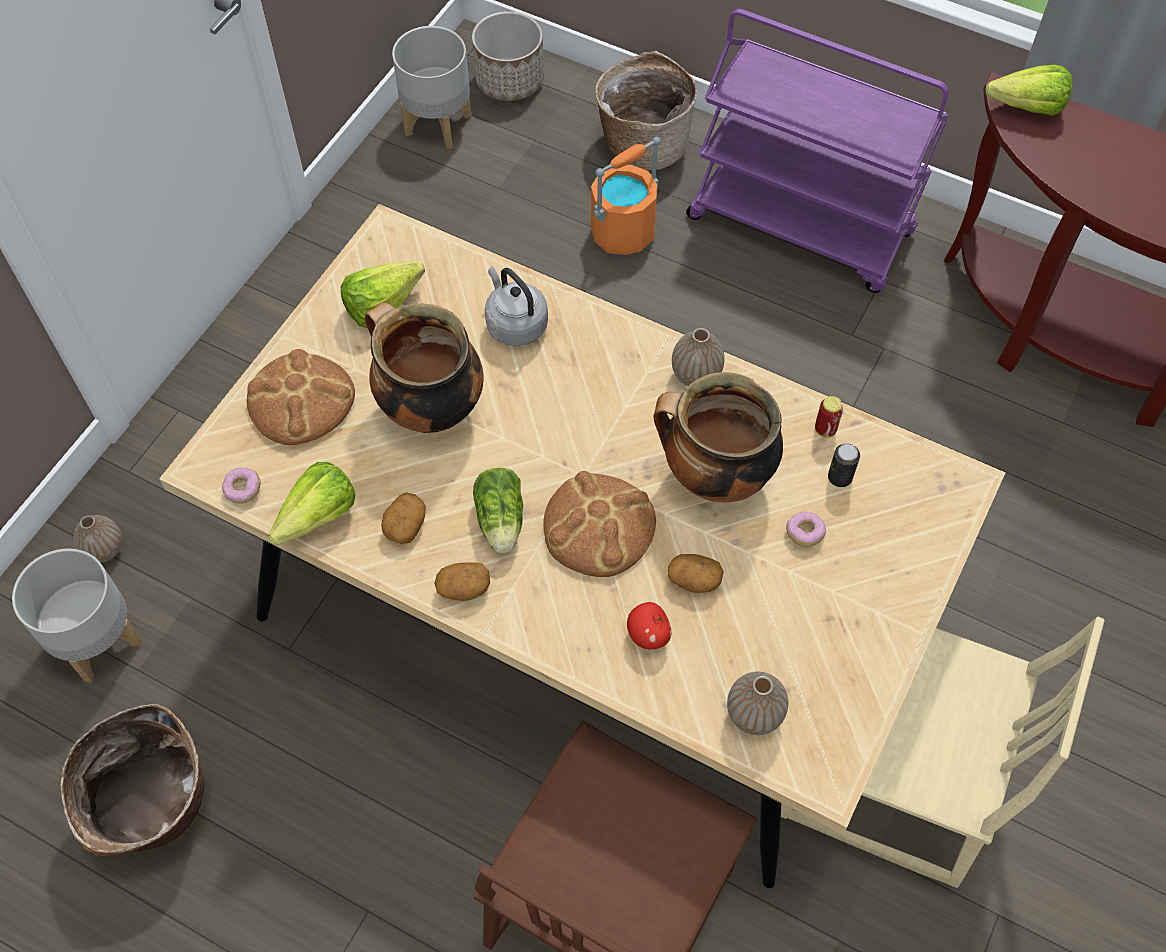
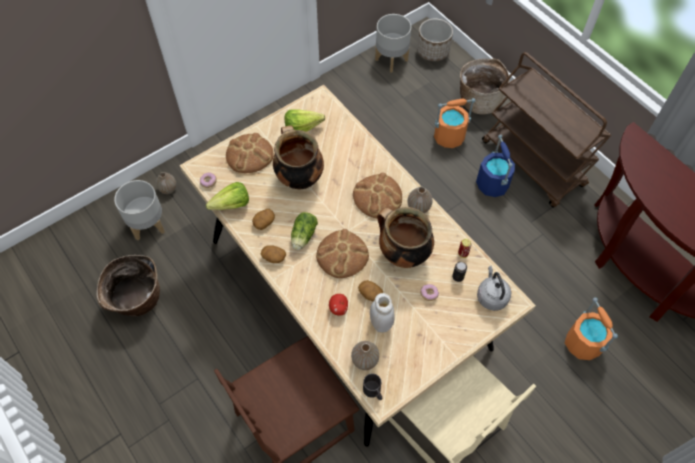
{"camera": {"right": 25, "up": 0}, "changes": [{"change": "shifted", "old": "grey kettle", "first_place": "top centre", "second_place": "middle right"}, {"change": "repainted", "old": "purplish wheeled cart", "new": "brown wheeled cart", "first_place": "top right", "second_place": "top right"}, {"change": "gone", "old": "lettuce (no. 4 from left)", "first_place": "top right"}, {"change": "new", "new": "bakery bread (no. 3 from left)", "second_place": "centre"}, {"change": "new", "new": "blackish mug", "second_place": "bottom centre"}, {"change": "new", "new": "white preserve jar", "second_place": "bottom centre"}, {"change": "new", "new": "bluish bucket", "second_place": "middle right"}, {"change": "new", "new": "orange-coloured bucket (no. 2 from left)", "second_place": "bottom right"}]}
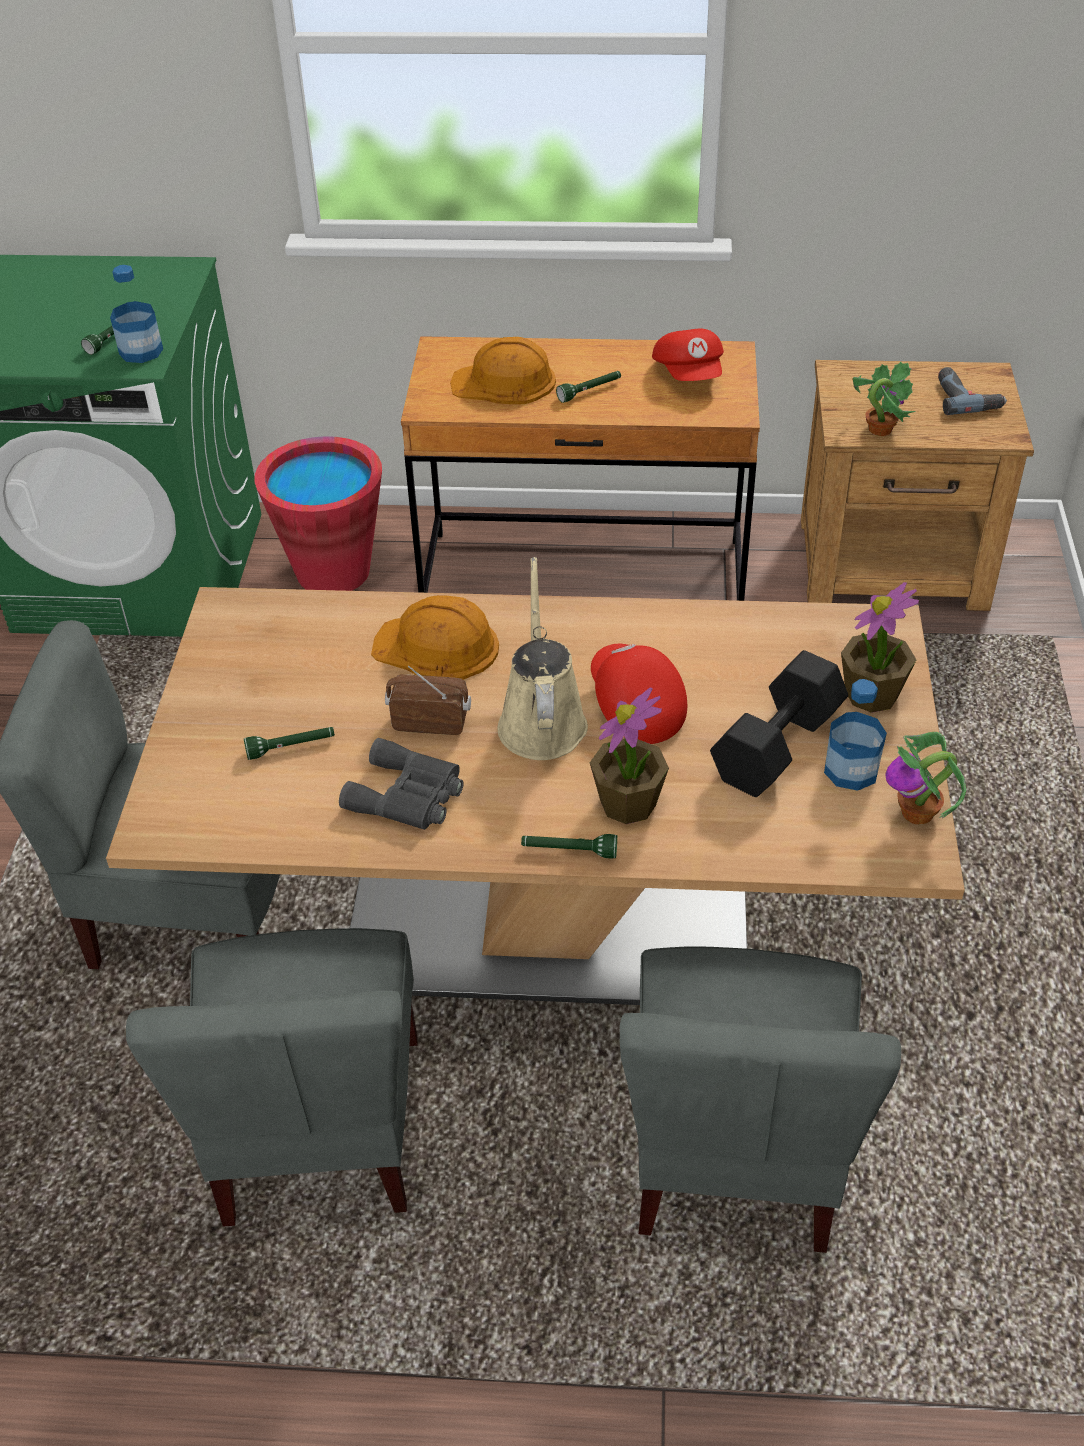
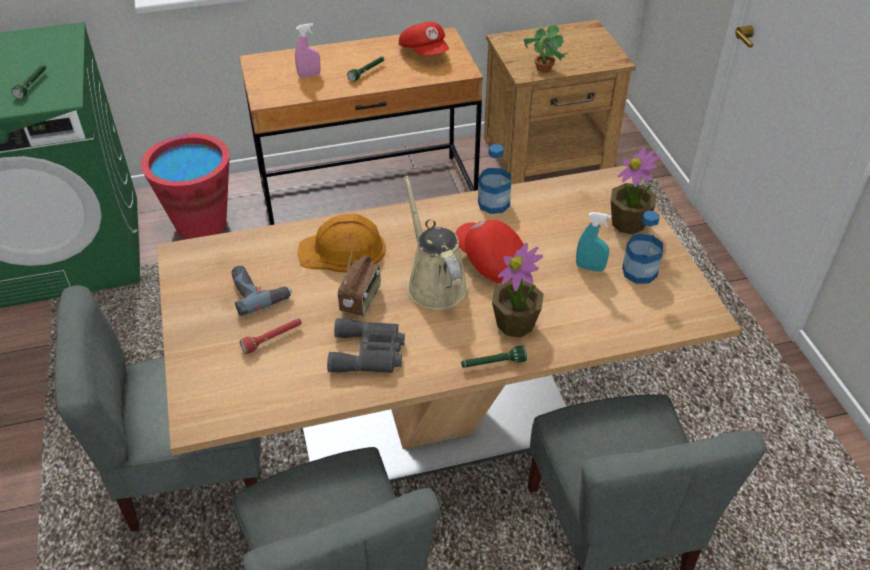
{"camera": {"right": -20, "up": 0}, "changes": [{"change": "shifted", "old": "bottle (no. 1 from left)", "first_place": "top left", "second_place": "top centre"}, {"change": "repainted", "old": "green hand torch (no. 2 from left)", "new": "reddish hand torch", "first_place": "middle left", "second_place": "middle left"}, {"change": "rotated", "old": "radio receiver", "first_place": "centre", "second_place": "centre", "degrees": 120}, {"change": "swapped", "old": "orange-coloured safety helmet (no. 2 from left)", "new": "pink hand sprayer", "first_place": "top centre", "second_place": "top centre"}, {"change": "swapped", "old": "blackish dumbbell", "new": "turquoise hand sprayer", "first_place": "middle right", "second_place": "middle right"}, {"change": "gone", "old": "houseplant (no. 4 from left)", "first_place": "middle right"}, {"change": "shifted", "old": "electric drill", "first_place": "top right", "second_place": "middle left"}]}
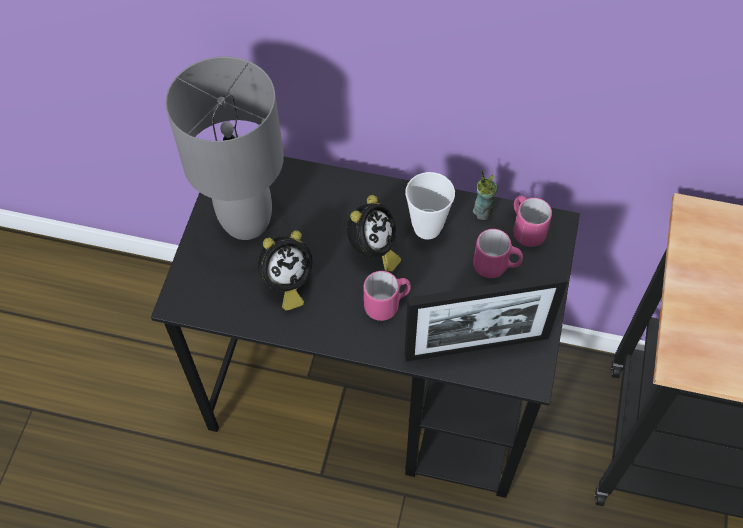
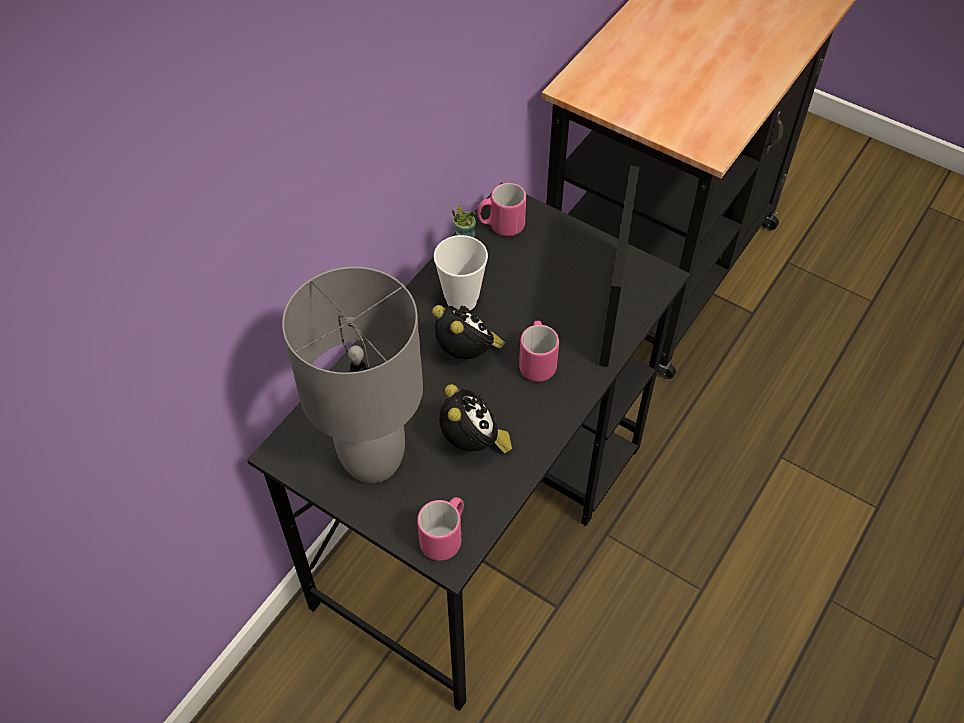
{"camera": {"right": -70, "up": -5}, "changes": [{"change": "shifted", "old": "pink mug (no. 2 from left in the first image)", "new": "pink mug (no. 1 from left)", "first_place": "middle right", "second_place": "bottom centre"}]}
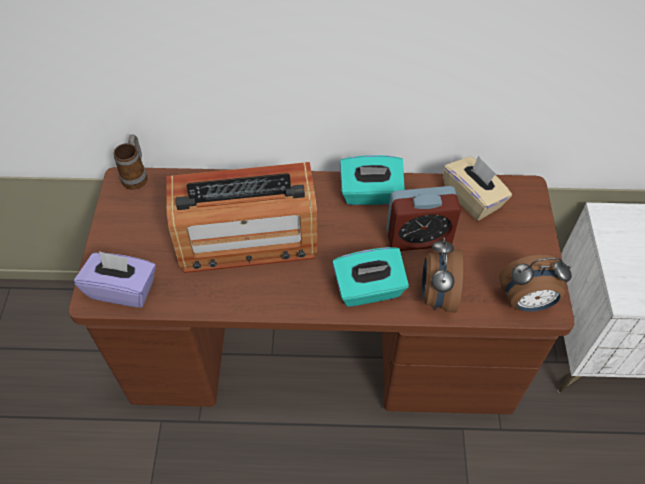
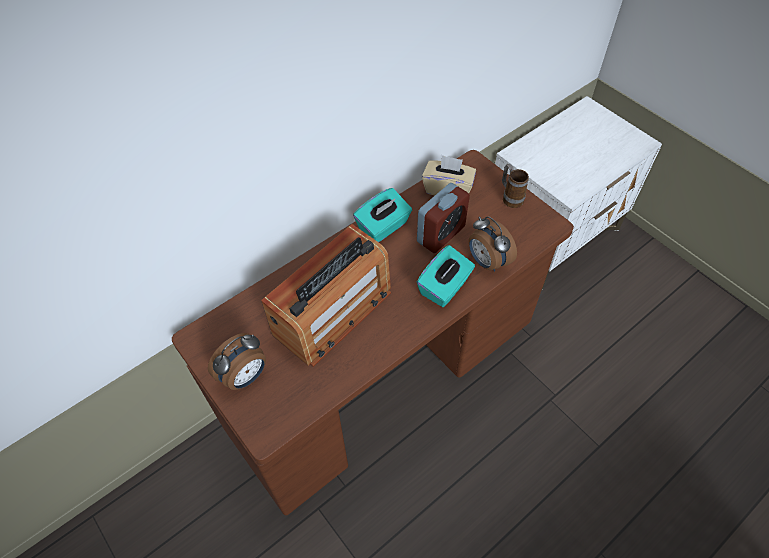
{"camera": {"right": -40, "up": 0}, "changes": [{"change": "gone", "old": "purplish tissue box", "first_place": "middle left"}, {"change": "shifted", "old": "mug", "first_place": "middle left", "second_place": "middle right"}, {"change": "shifted", "old": "alarm clock (no. 3 from left in the first image)", "new": "alarm clock (no. 1 from left)", "first_place": "middle right", "second_place": "middle left"}]}
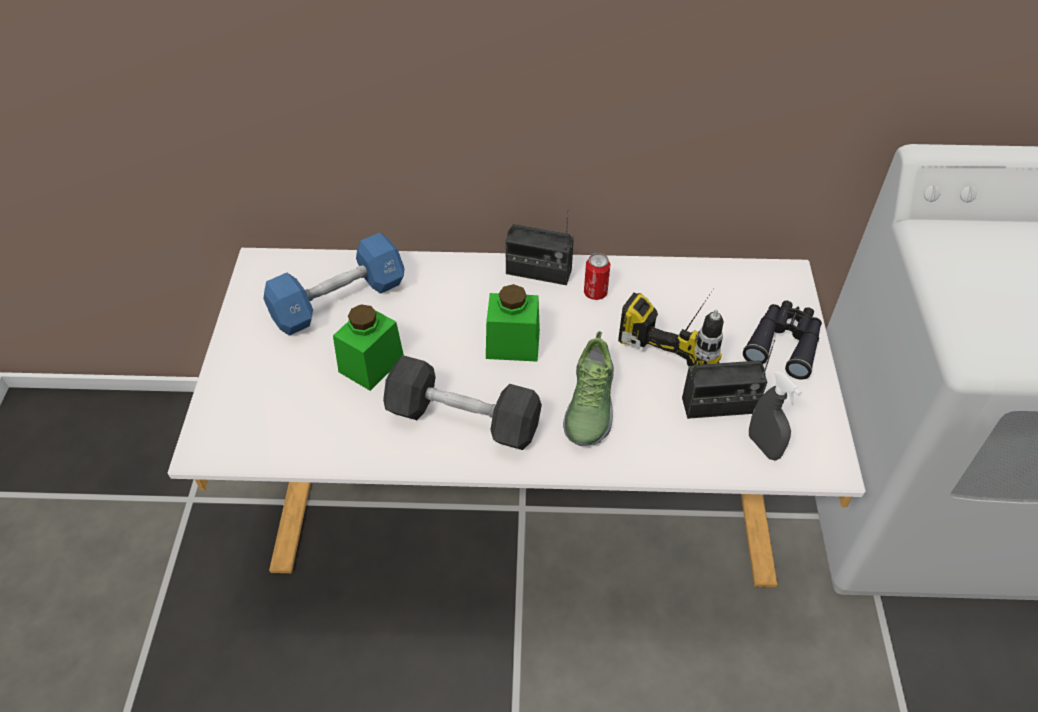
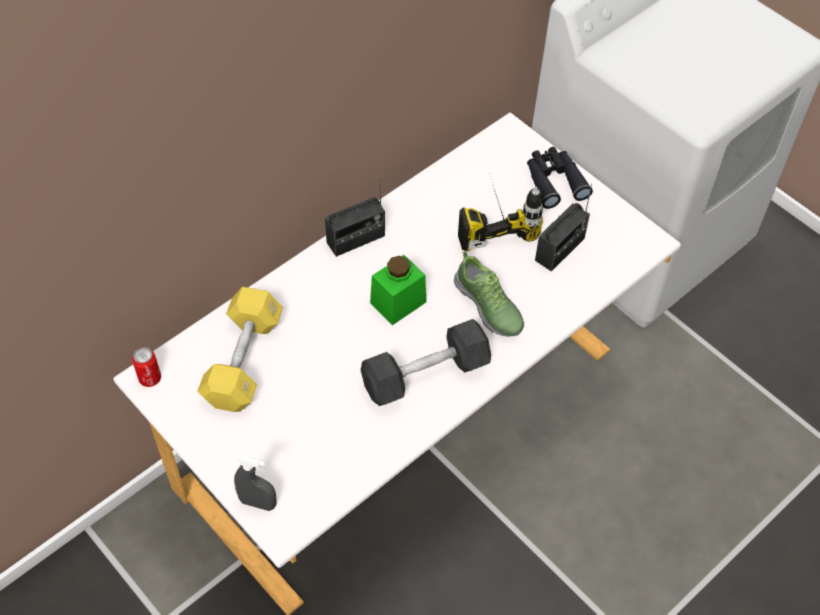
{"camera": {"right": -45, "up": 5}, "changes": [{"change": "repainted", "old": "bluish dumbbell", "new": "yellow-coloured dumbbell", "first_place": "middle left", "second_place": "middle left"}, {"change": "gone", "old": "green preserve jar (no. 1 from left)", "first_place": "centre"}, {"change": "shifted", "old": "metal can", "first_place": "centre", "second_place": "middle left"}, {"change": "shifted", "old": "grey hand sprayer", "first_place": "middle right", "second_place": "bottom left"}]}
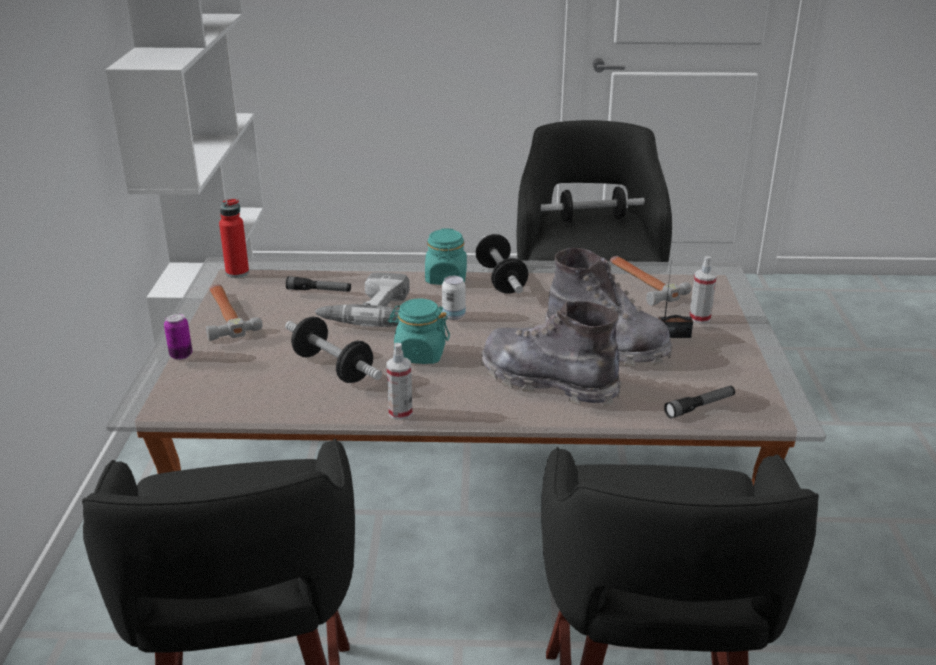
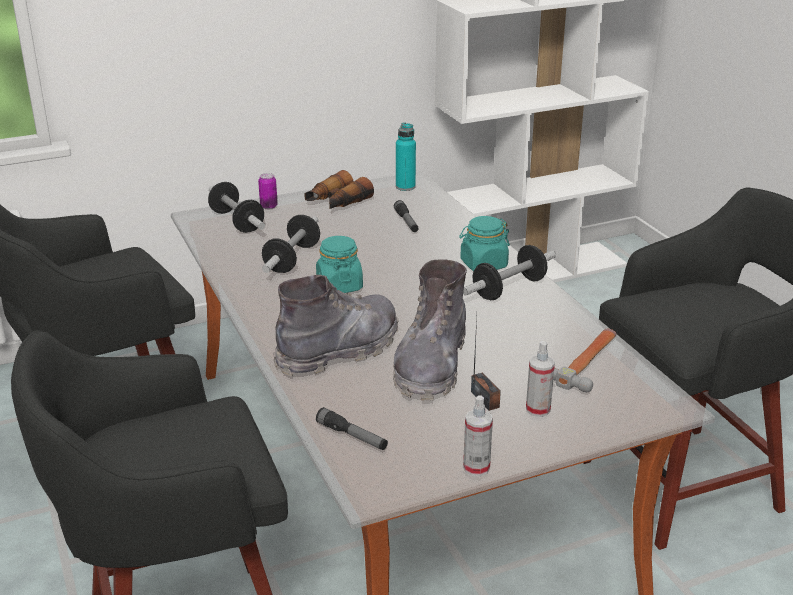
{"camera": {"right": 65, "up": 0}, "changes": [{"change": "swapped", "old": "tool hammer (no. 1 from left)", "new": "binoculars", "first_place": "middle left", "second_place": "top centre"}, {"change": "repainted", "old": "reddish bottle", "new": "turquoise bottle", "first_place": "middle left", "second_place": "top centre"}, {"change": "gone", "old": "electric drill", "first_place": "centre"}, {"change": "shifted", "old": "hand sprayer (no. 1 from left)", "first_place": "centre", "second_place": "bottom centre"}, {"change": "gone", "old": "metal can (no. 2 from left)", "first_place": "centre"}, {"change": "rotated", "old": "grey boot (no. 1 from left)", "first_place": "centre", "second_place": "centre", "degrees": 45}, {"change": "shifted", "old": "dumbbell (no. 3 from left in the first image)", "new": "dumbbell (no. 1 from left)", "first_place": "top centre", "second_place": "middle left"}]}
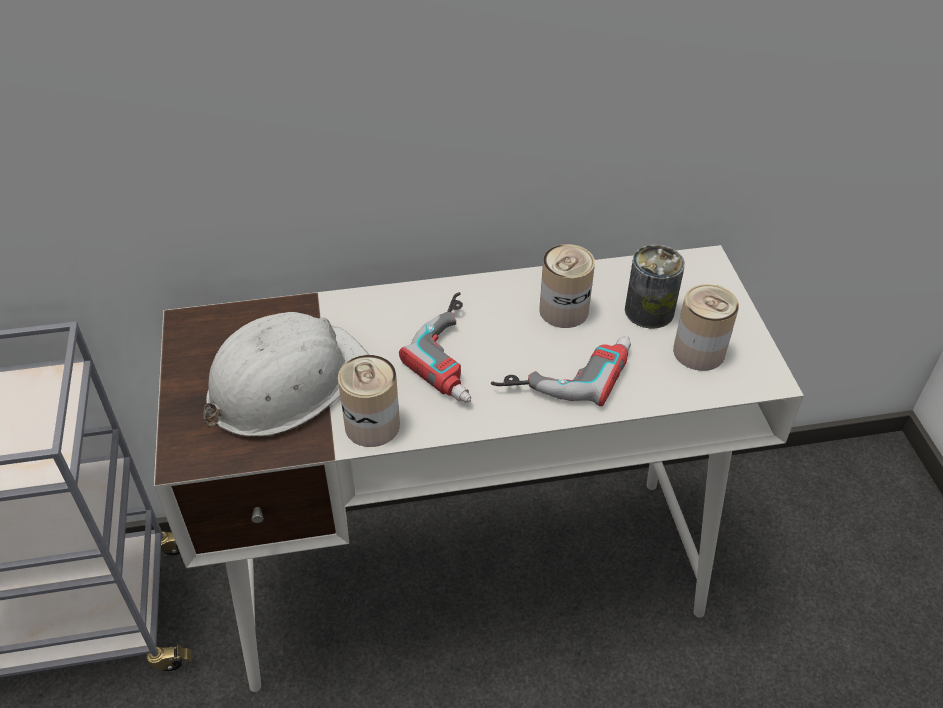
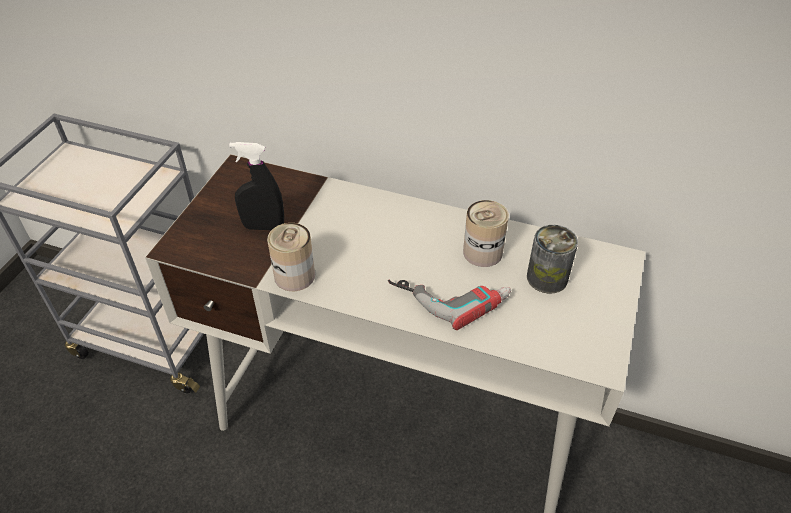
{"camera": {"right": 30, "up": 0}, "changes": [{"change": "swapped", "old": "white safety helmet", "new": "blackish hand sprayer", "first_place": "middle left", "second_place": "middle left"}, {"change": "gone", "old": "electric drill (no. 1 from left)", "first_place": "centre"}, {"change": "gone", "old": "metal can (no. 4 from left)", "first_place": "middle right"}]}
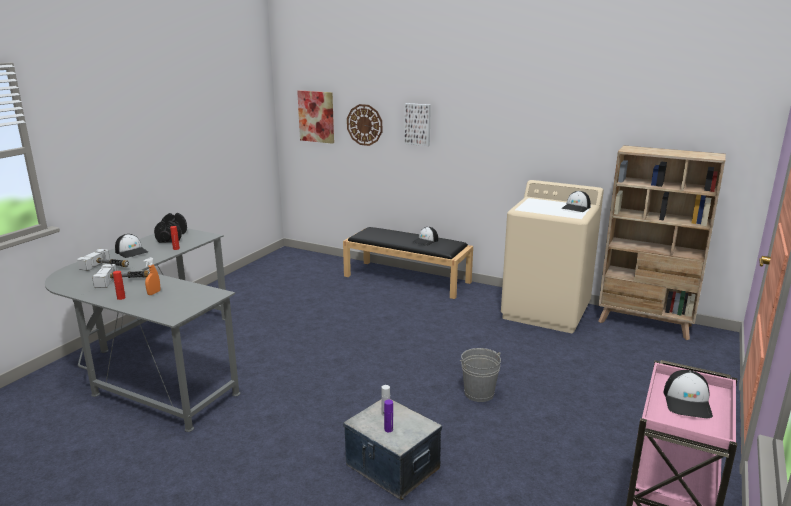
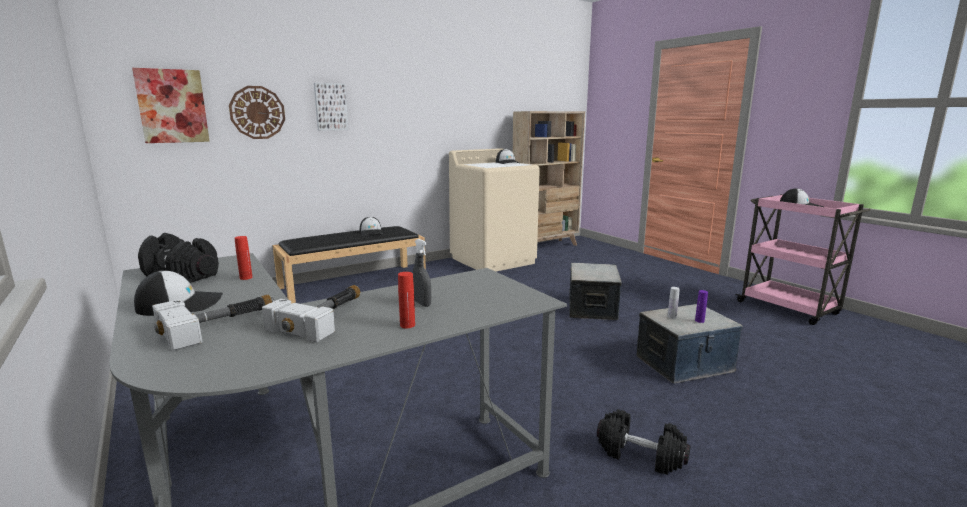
{"camera": {"right": -60, "up": -5}, "changes": [{"change": "repainted", "old": "orange-coloured hand sprayer", "new": "grey hand sprayer", "first_place": "middle left", "second_place": "centre"}, {"change": "swapped", "old": "grey bucket", "new": "storage container (no. 1 from left)", "first_place": "bottom centre", "second_place": "centre"}, {"change": "new", "new": "blackish dumbbell (no. 2 from left)", "second_place": "bottom centre"}]}
